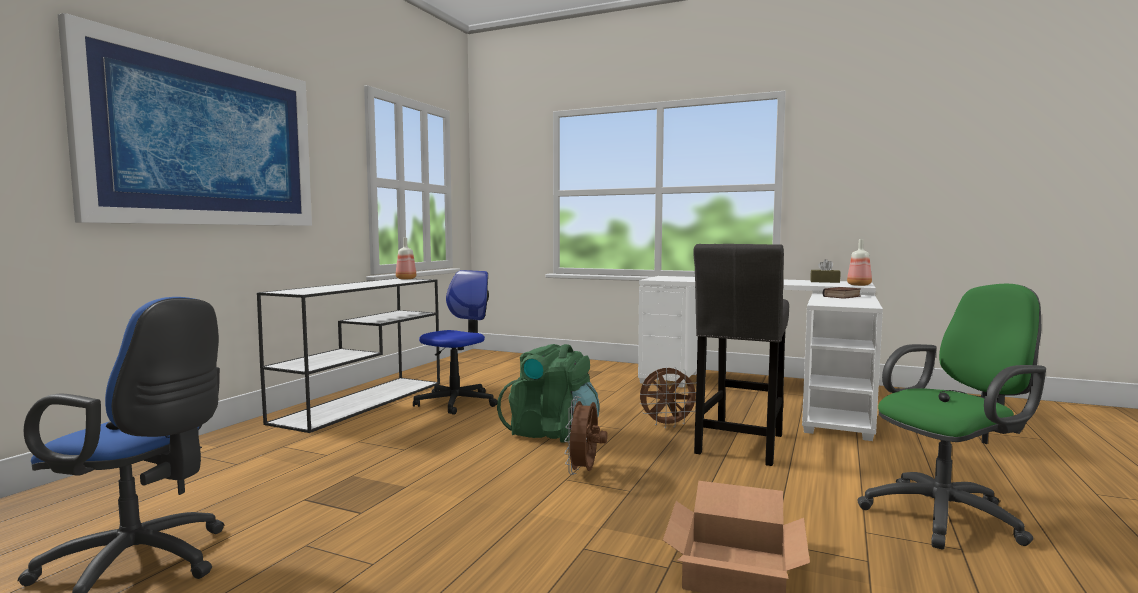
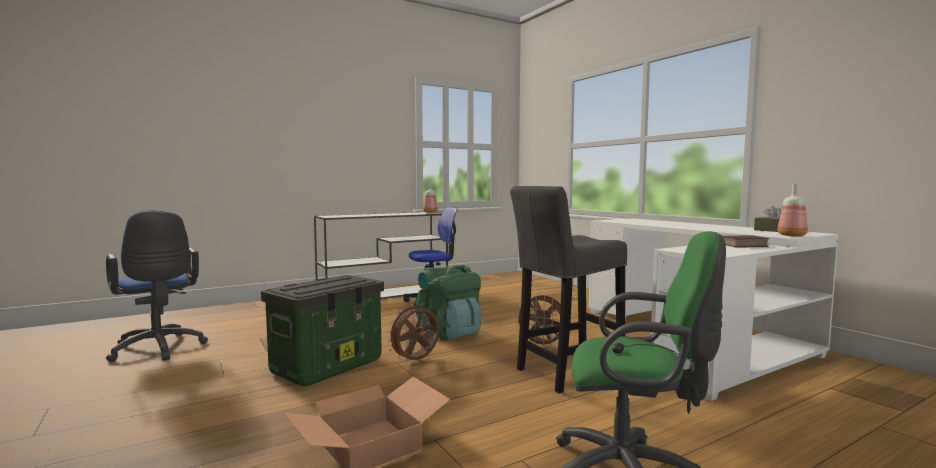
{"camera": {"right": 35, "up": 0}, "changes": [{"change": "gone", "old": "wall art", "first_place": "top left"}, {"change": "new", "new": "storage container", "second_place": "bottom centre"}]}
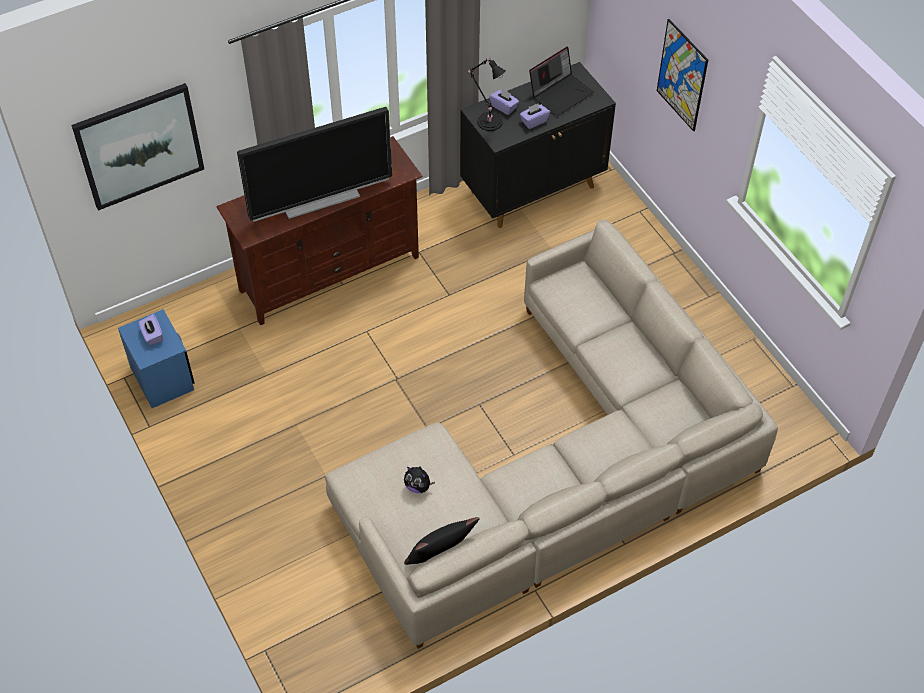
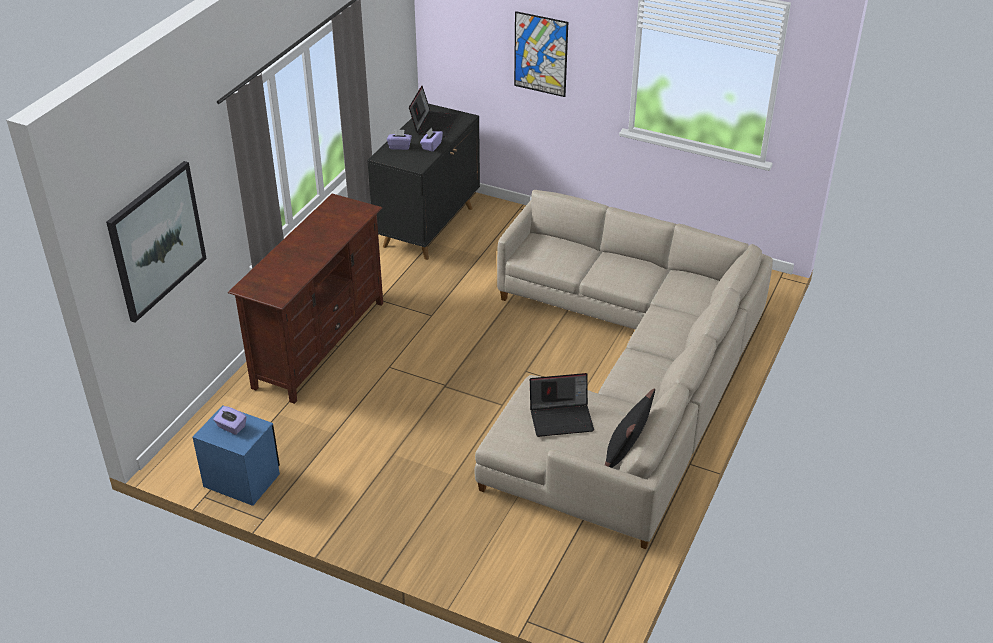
{"camera": {"right": -35, "up": -15}, "changes": [{"change": "gone", "old": "TV set", "first_place": "top centre"}, {"change": "swapped", "old": "cuddly toy", "new": "laptop (no. 2 from left)", "first_place": "bottom centre", "second_place": "centre"}, {"change": "gone", "old": "blackish table lamp", "first_place": "top centre"}]}
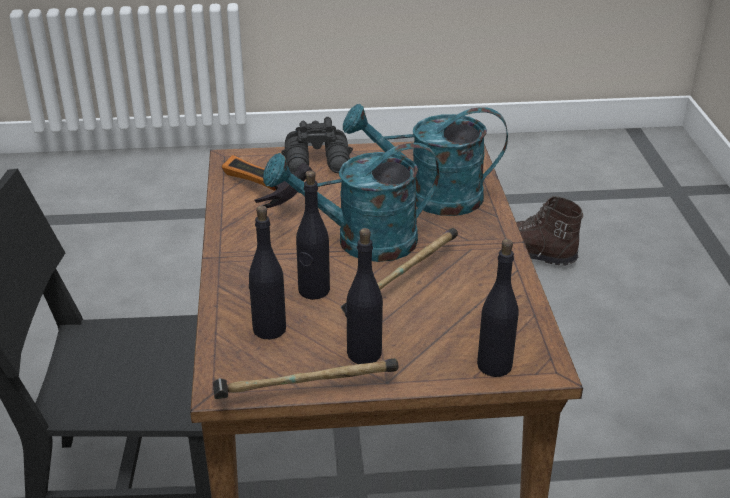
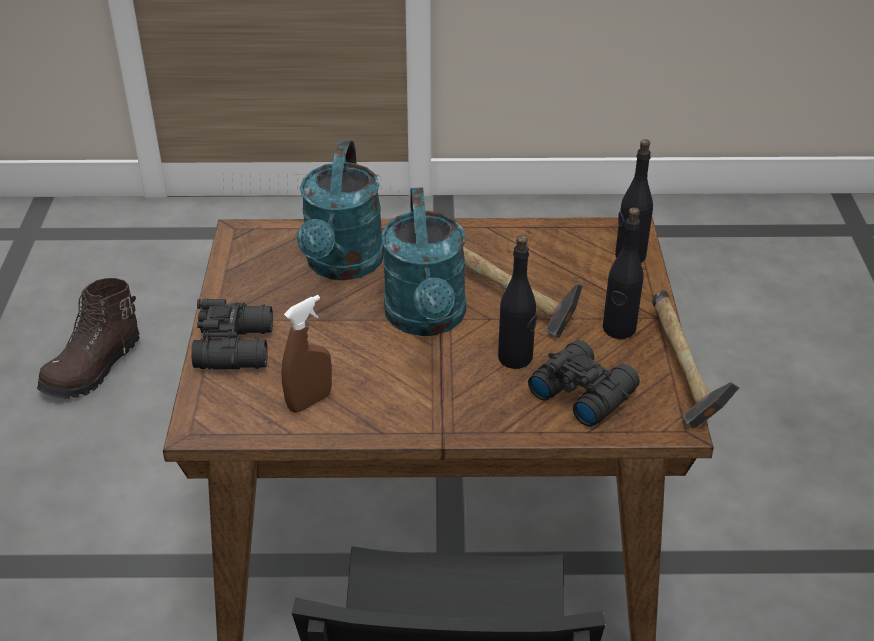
{"camera": {"right": -85, "up": 5}, "changes": [{"change": "swapped", "old": "tool hammer (no. 1 from left)", "new": "brown hand sprayer", "first_place": "centre", "second_place": "centre"}, {"change": "swapped", "old": "blackish bottle (no. 1 from left)", "new": "blackish binoculars (no. 2 from left)", "first_place": "centre", "second_place": "middle right"}]}
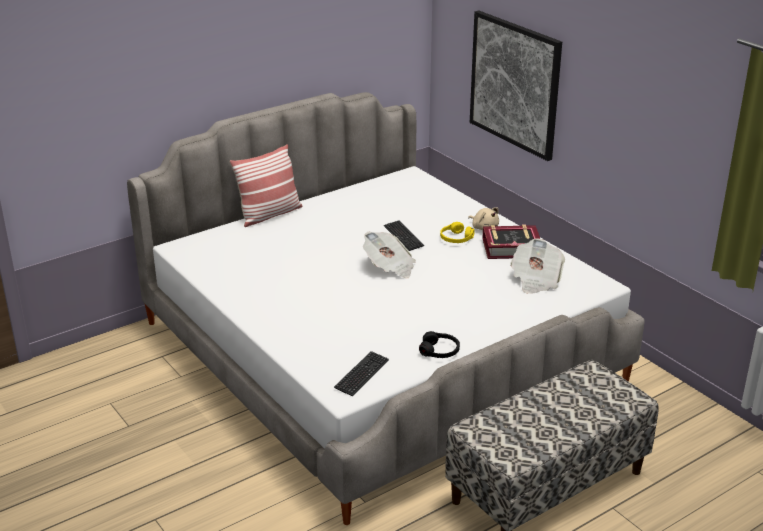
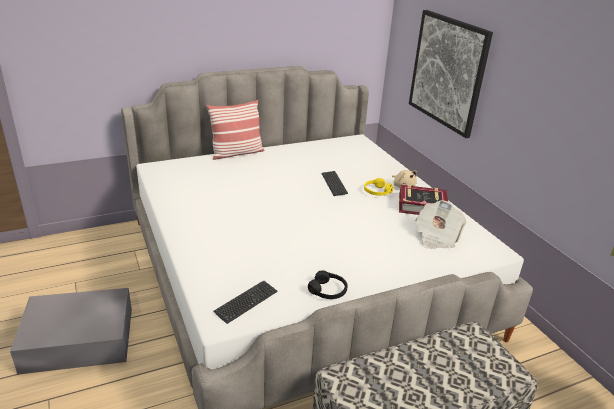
{"camera": {"right": 10, "up": 0}, "changes": [{"change": "gone", "old": "daily paper (no. 1 from left)", "first_place": "centre"}, {"change": "new", "new": "grey storage container", "second_place": "bottom left"}]}
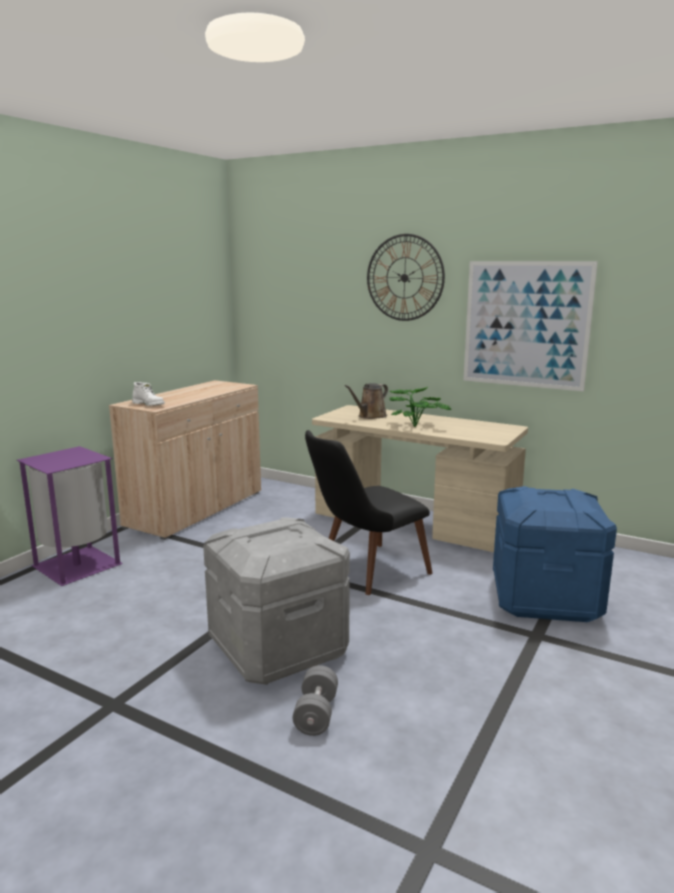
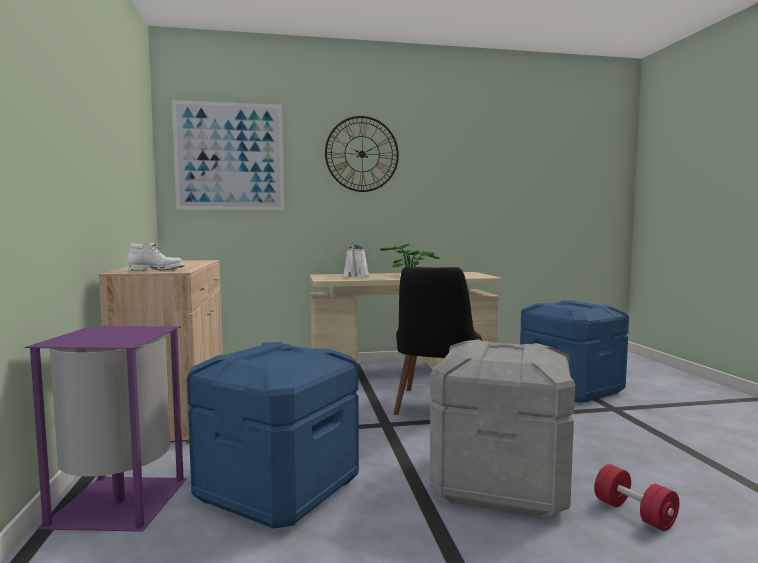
{"camera": {"right": -40, "up": -10}, "changes": [{"change": "repainted", "old": "grey dumbbell", "new": "reddish dumbbell", "first_place": "bottom centre", "second_place": "bottom right"}, {"change": "repainted", "old": "brown watering pot", "new": "white watering pot", "first_place": "centre", "second_place": "centre"}, {"change": "shifted", "old": "wall art", "first_place": "middle right", "second_place": "top left"}, {"change": "new", "new": "bluish storage container (no. 1 from left)", "second_place": "bottom centre"}]}
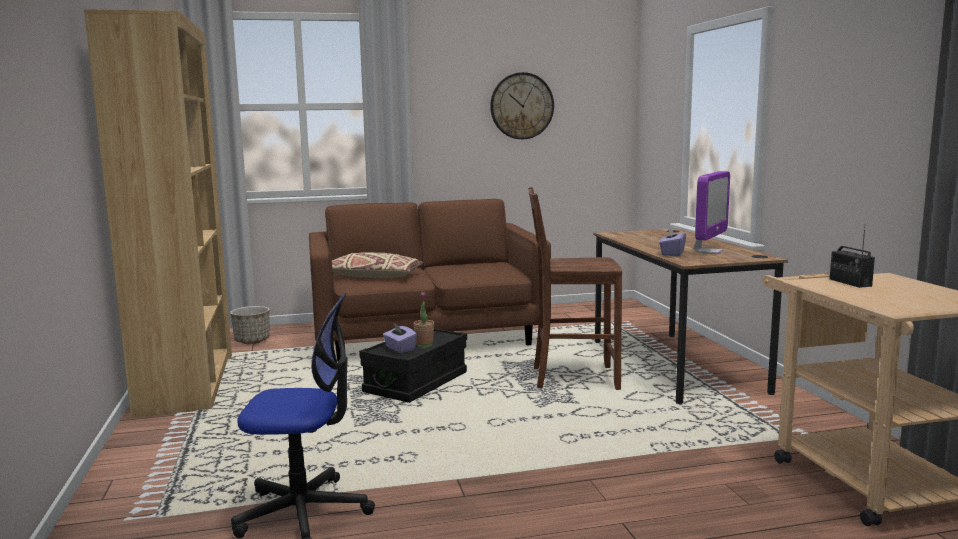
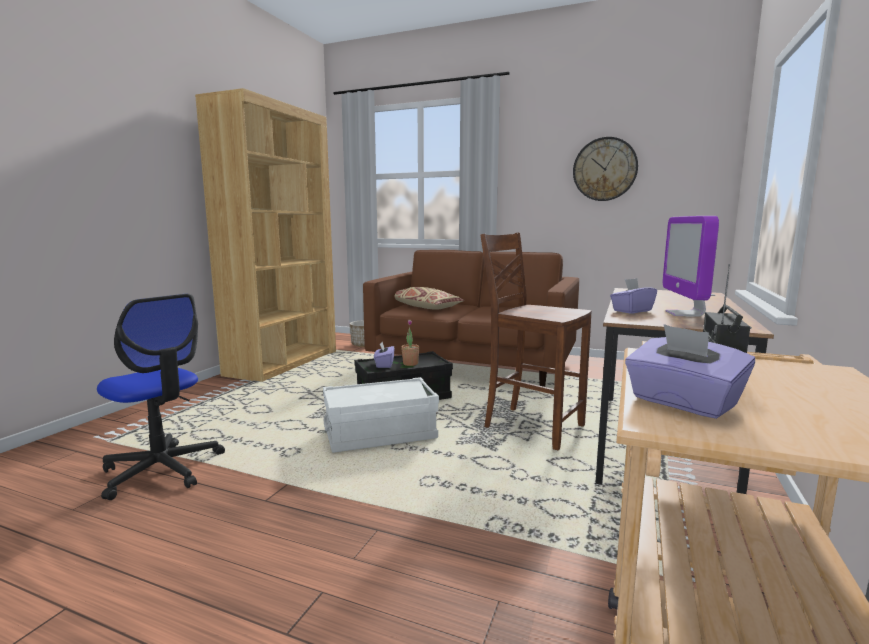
{"camera": {"right": 35, "up": 0}, "changes": [{"change": "rotated", "old": "computer display", "first_place": "middle right", "second_place": "middle right", "degrees": 120}, {"change": "new", "new": "white storage container", "second_place": "centre"}, {"change": "new", "new": "purplish tissue box (no. 3 from left)", "second_place": "middle right"}]}
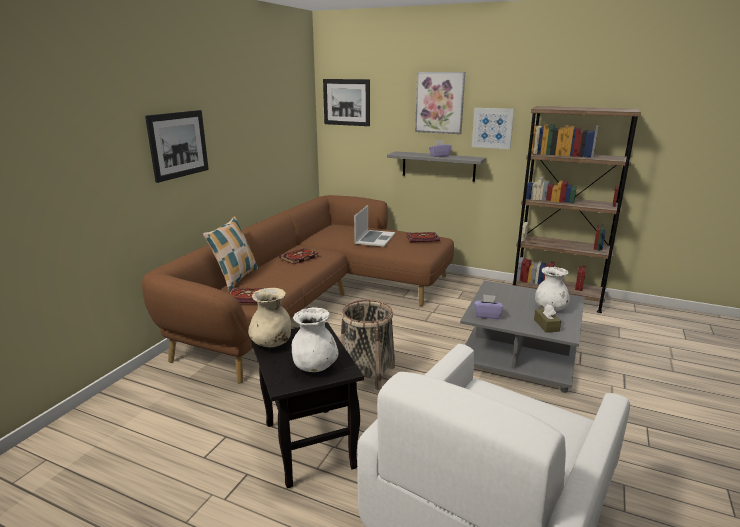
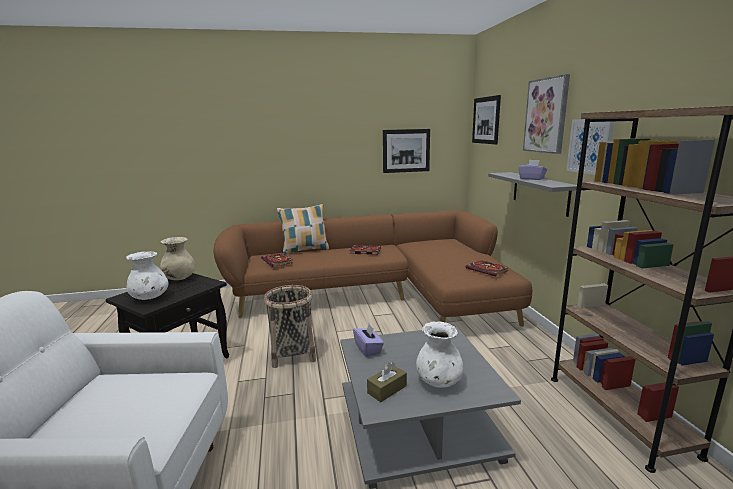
{"camera": {"right": 55, "up": -5}, "changes": [{"change": "shifted", "old": "wall art (no. 1 from left)", "first_place": "top left", "second_place": "top centre"}, {"change": "gone", "old": "laptop", "first_place": "centre"}]}
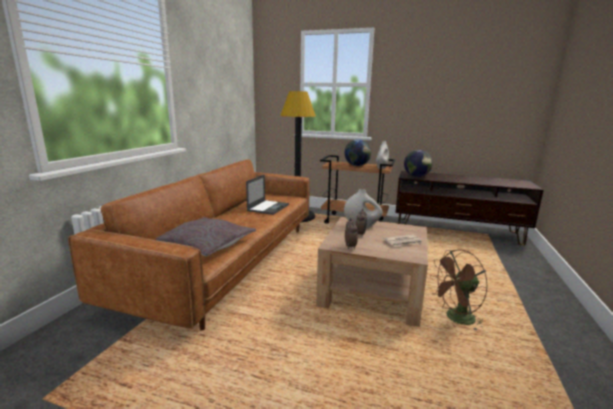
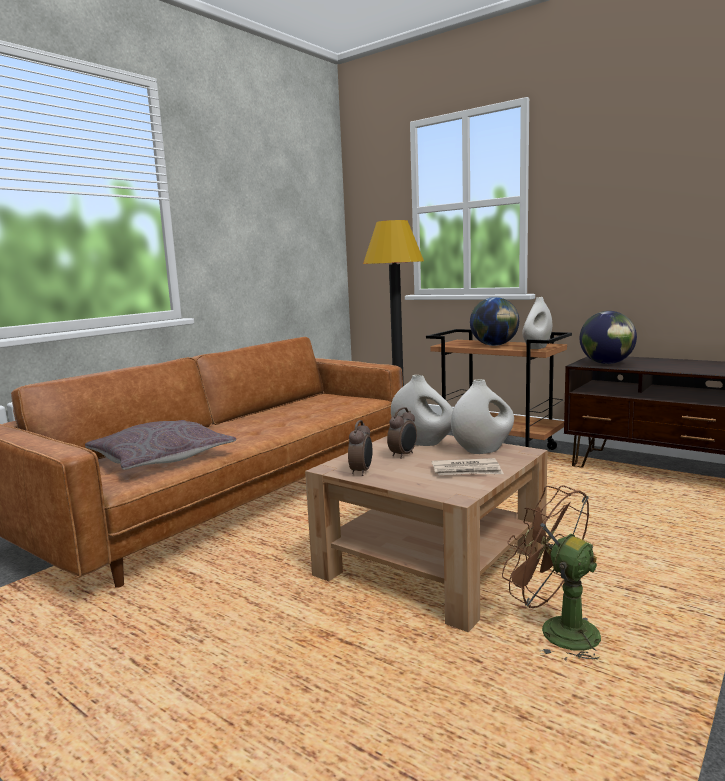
{"camera": {"right": 20, "up": -5}, "changes": [{"change": "gone", "old": "laptop", "first_place": "centre"}, {"change": "rotated", "old": "brown electric fan", "first_place": "bottom right", "second_place": "bottom right", "degrees": 45}, {"change": "new", "new": "white decorative vase (no. 2 from left)", "second_place": "centre"}]}
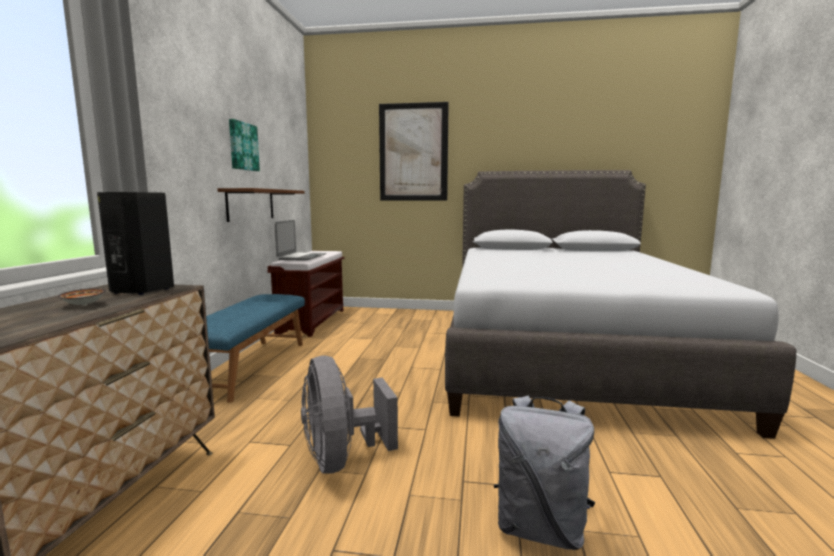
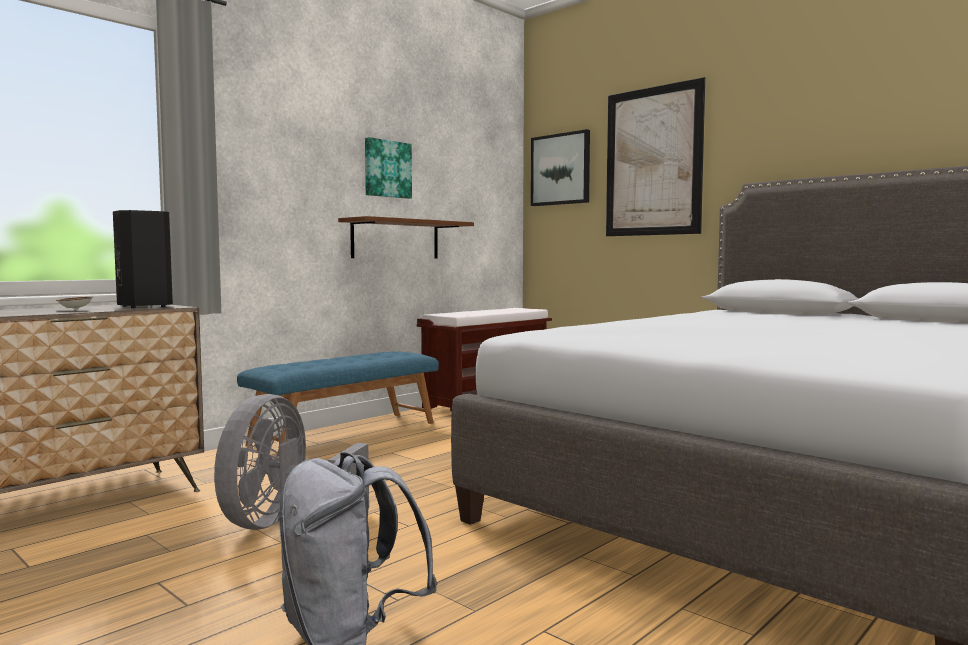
{"camera": {"right": 35, "up": -5}, "changes": [{"change": "gone", "old": "laptop", "first_place": "centre"}, {"change": "new", "new": "wall art (no. 2 from left)", "second_place": "top centre"}]}
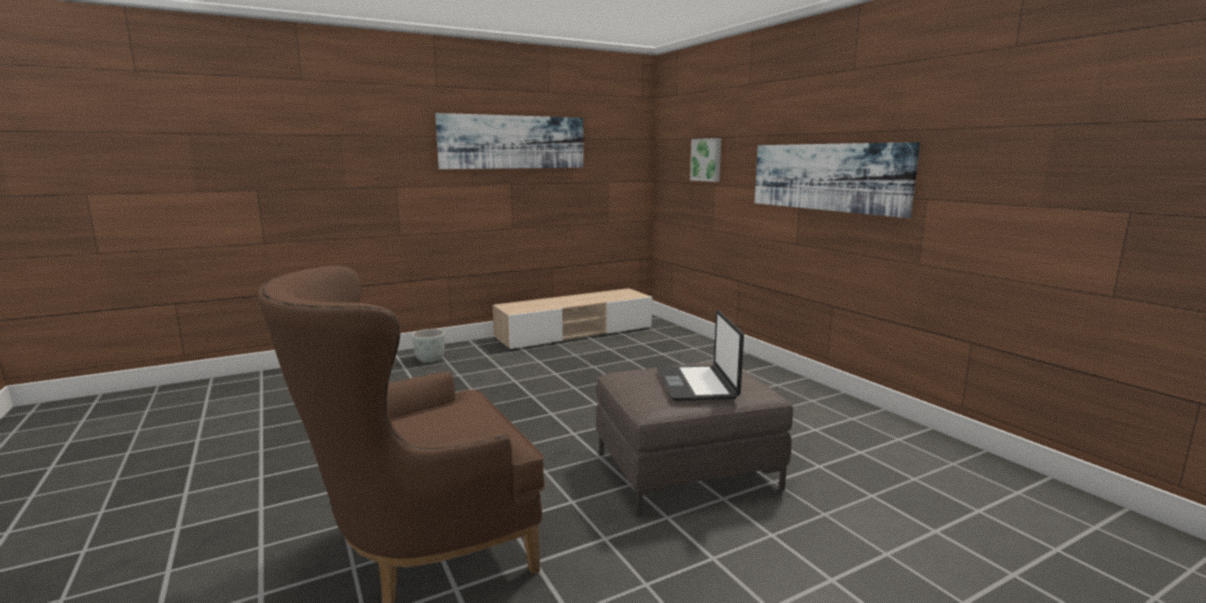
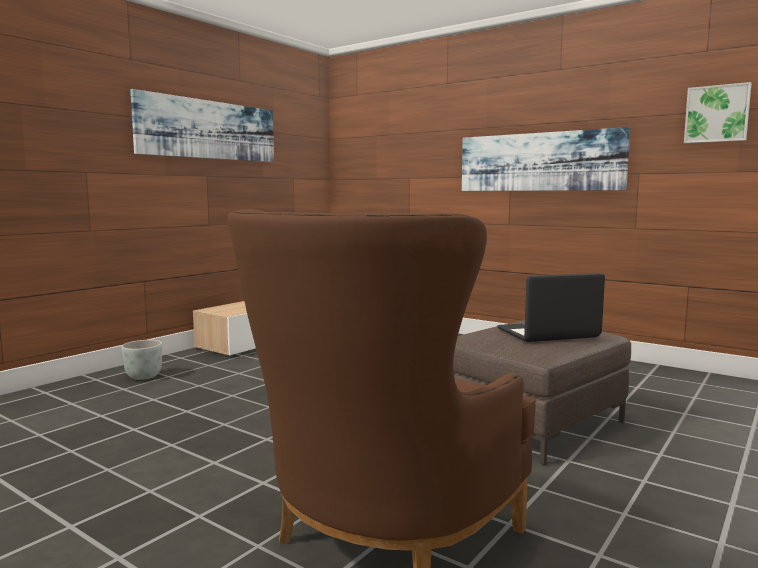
{"camera": {"right": -25, "up": -5}, "changes": [{"change": "rotated", "old": "laptop", "first_place": "centre", "second_place": "middle right", "degrees": 105}, {"change": "shifted", "old": "wall art (no. 2 from left in the first image)", "new": "wall art (no. 3 from left)", "first_place": "top centre", "second_place": "top right"}]}
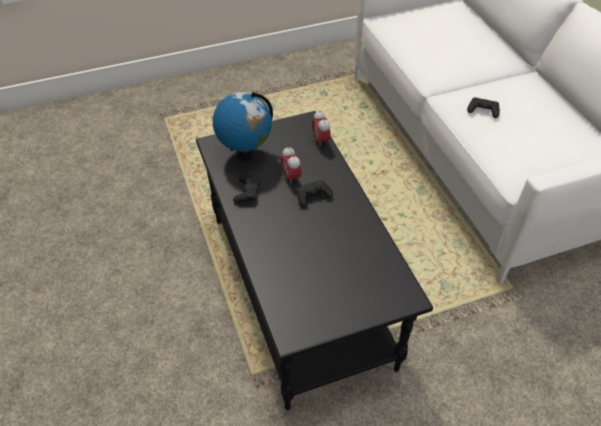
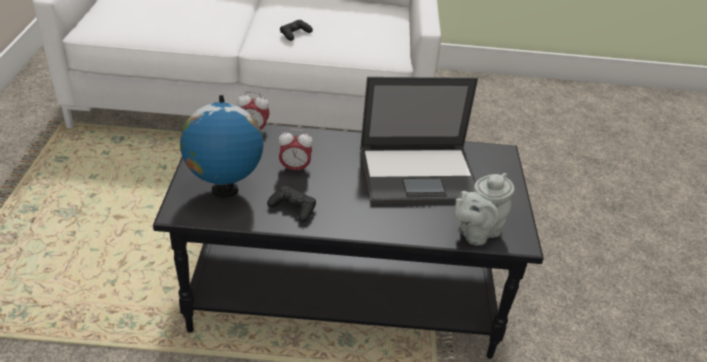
{"camera": {"right": -70, "up": -10}, "changes": [{"change": "gone", "old": "blackish gamepad (no. 2 from left)", "first_place": "centre"}, {"change": "new", "new": "laptop", "second_place": "centre"}, {"change": "new", "new": "grey pot for tea", "second_place": "middle right"}]}
